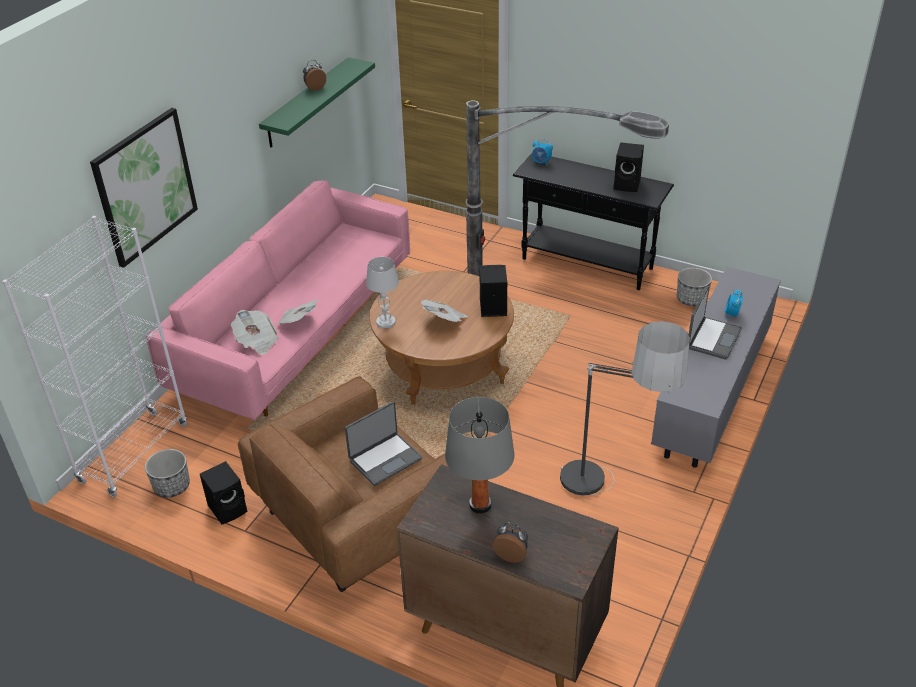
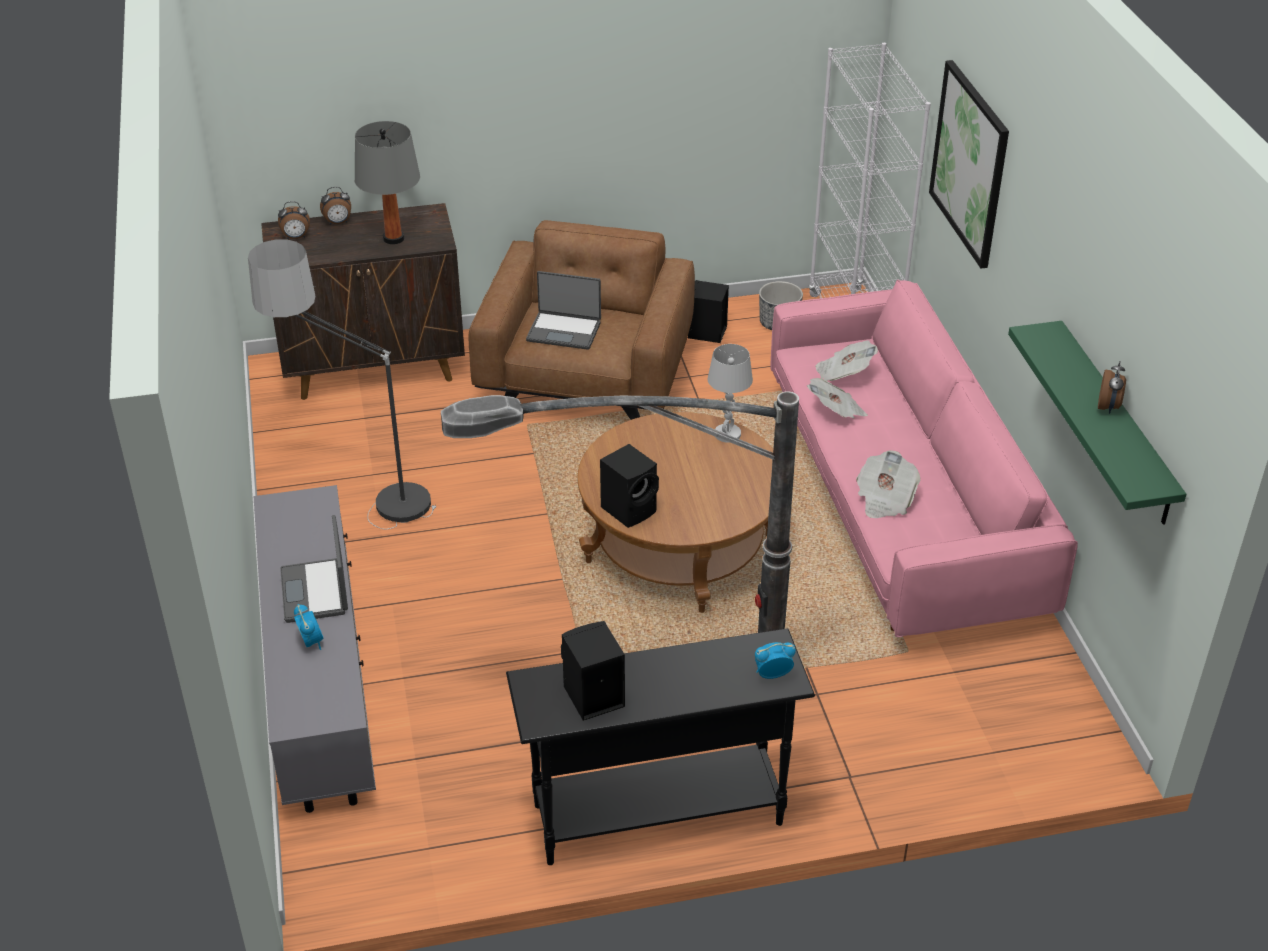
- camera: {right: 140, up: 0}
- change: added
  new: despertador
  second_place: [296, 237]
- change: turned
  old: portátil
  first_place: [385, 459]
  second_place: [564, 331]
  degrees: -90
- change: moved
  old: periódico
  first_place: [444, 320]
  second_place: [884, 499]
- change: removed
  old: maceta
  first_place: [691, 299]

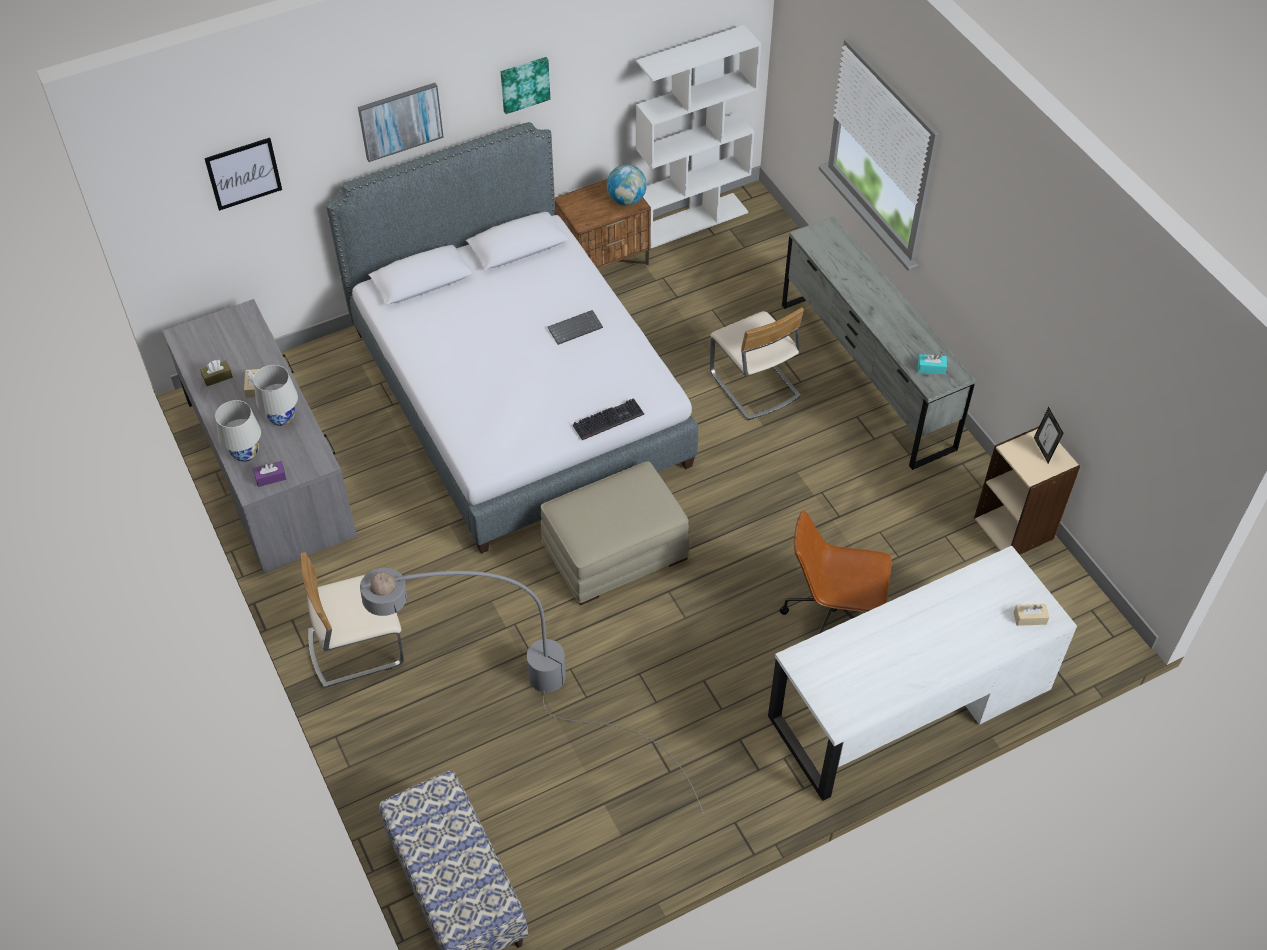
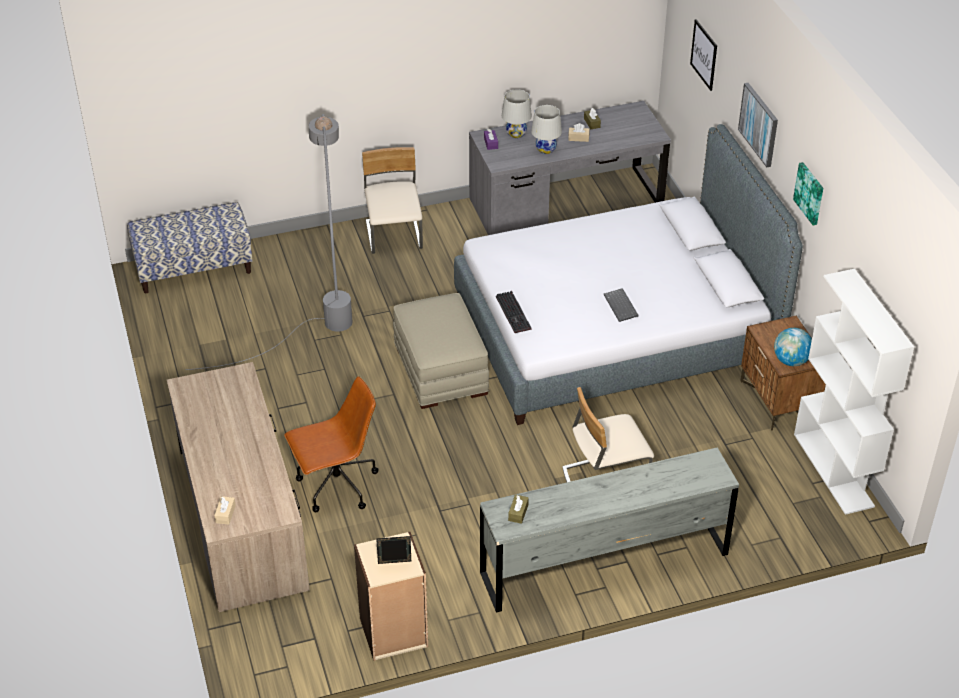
- camera: {right: 100, up: -10}
- change: recoloured
  old: escritorio (blanco)
  new: escritorio (marrón)
  first_place: [909, 703]
  second_place: [241, 517]
- change: turned
  old: silla de oficina (marrón)
  first_place: [832, 619]
  second_place: [336, 486]
  degrees: 45
- change: recoloured
  old: caja de pañuelos (turquesa)
  new: caja de pañuelos (marrón)
  first_place: [931, 368]
  second_place: [518, 512]

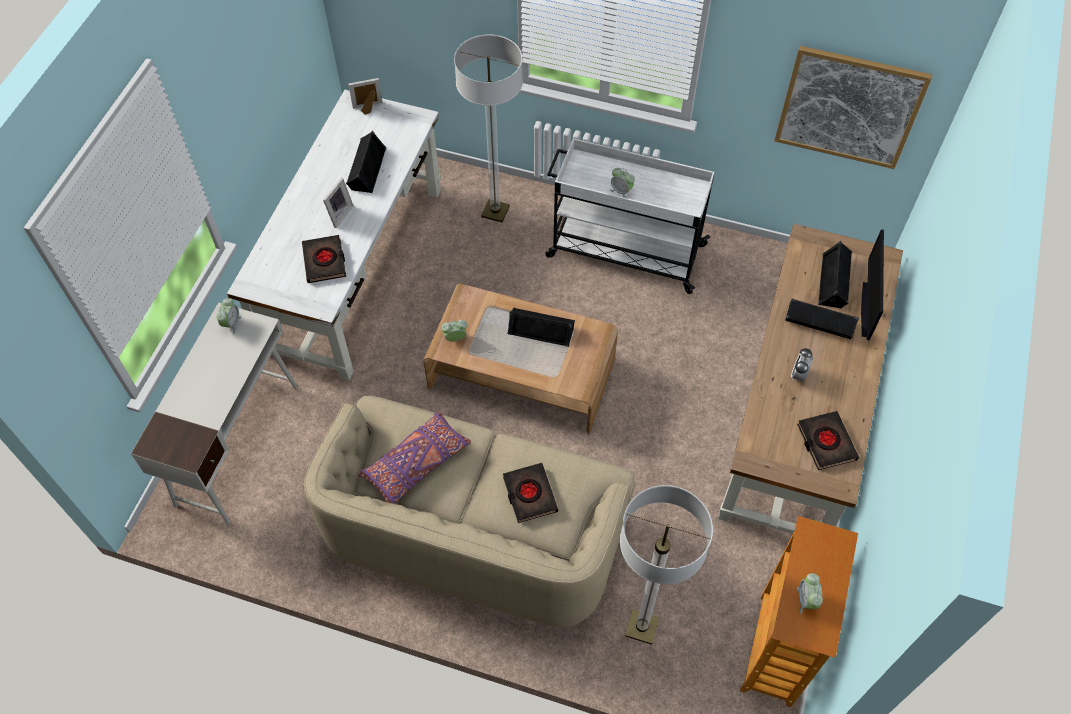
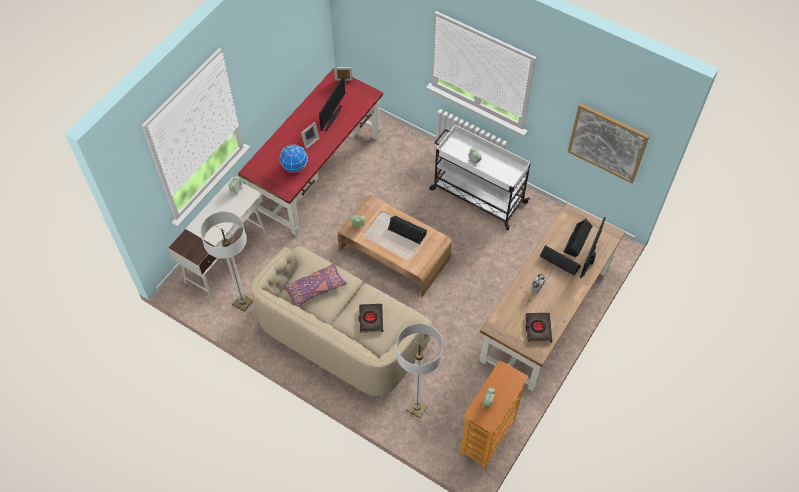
- camera: {right: 15, up: 0}
- change: moved
  old: lámpara de pie
  first_place: [495, 212]
  second_place: [242, 303]
- change: recoloured
  old: escritorio (blanco)
  new: escritorio (rojo)
  first_place: [354, 267]
  second_place: [317, 171]
- change: replaced
  old: libro (negro)
  new: globo terráqueo
  first_place: [325, 261]
  second_place: [295, 166]
- change: replaced
  old: altavoz (negro)
  new: monitor
  first_place: [366, 168]
  second_place: [332, 117]

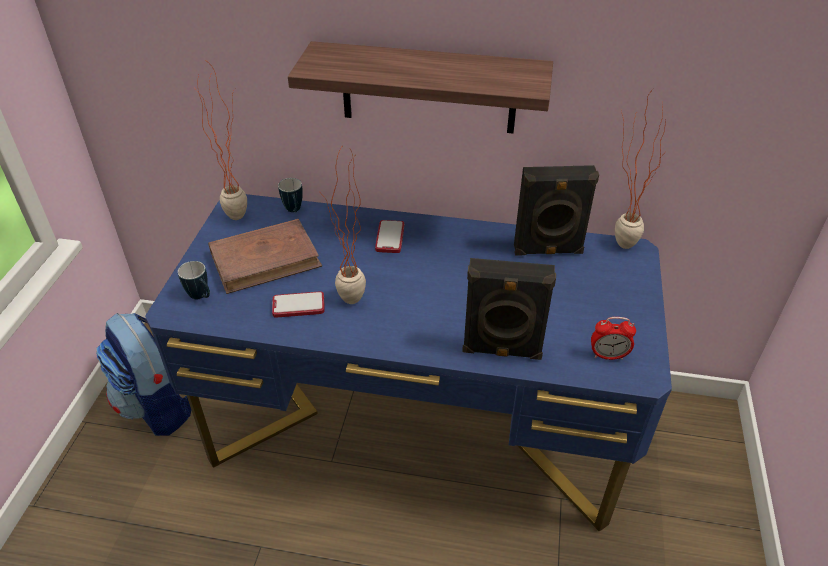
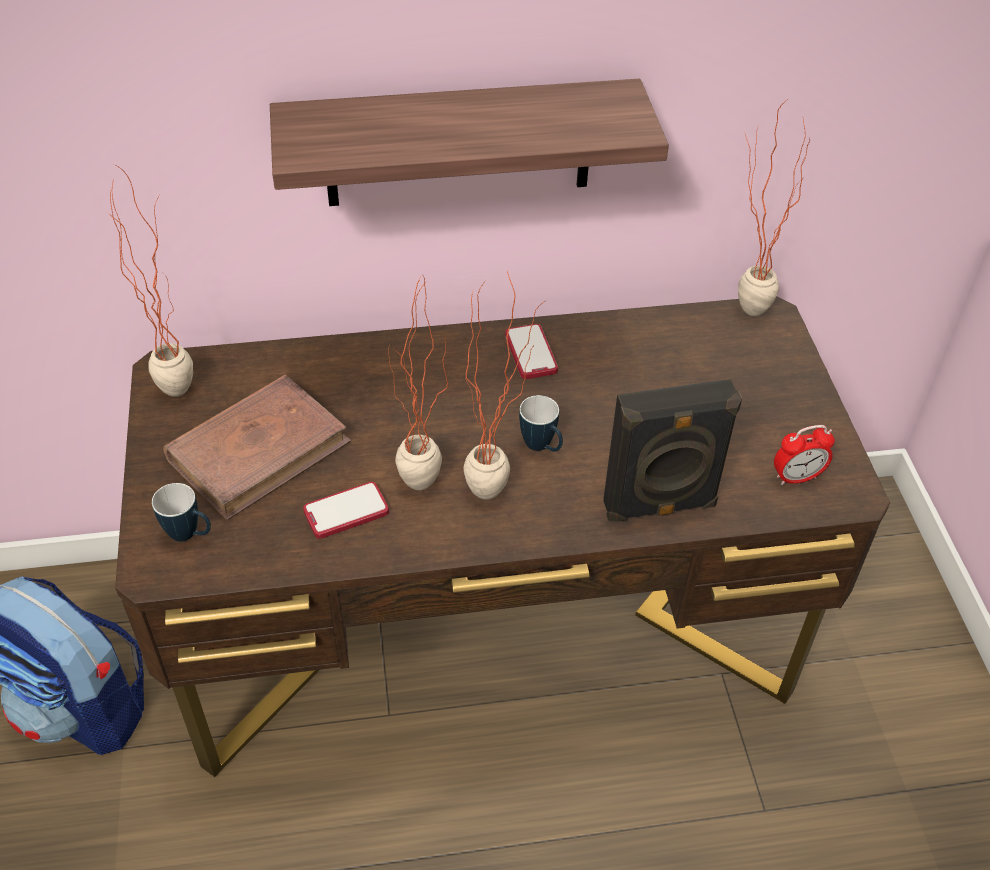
- camera: {right: -20, up: 5}
- change: recoloured
  old: escritorio (azul)
  new: escritorio (marrón)
  first_place: [414, 429]
  second_place: [489, 634]
- change: added
  new: planta en maceta
  second_place: [500, 493]
- change: moved
  old: móvil
  first_place: [390, 237]
  second_place: [531, 353]
- change: moved
  old: taza grande
  first_place: [294, 211]
  second_place: [542, 447]
- change: removed
  old: altavoz (negro)
  first_place: [548, 251]

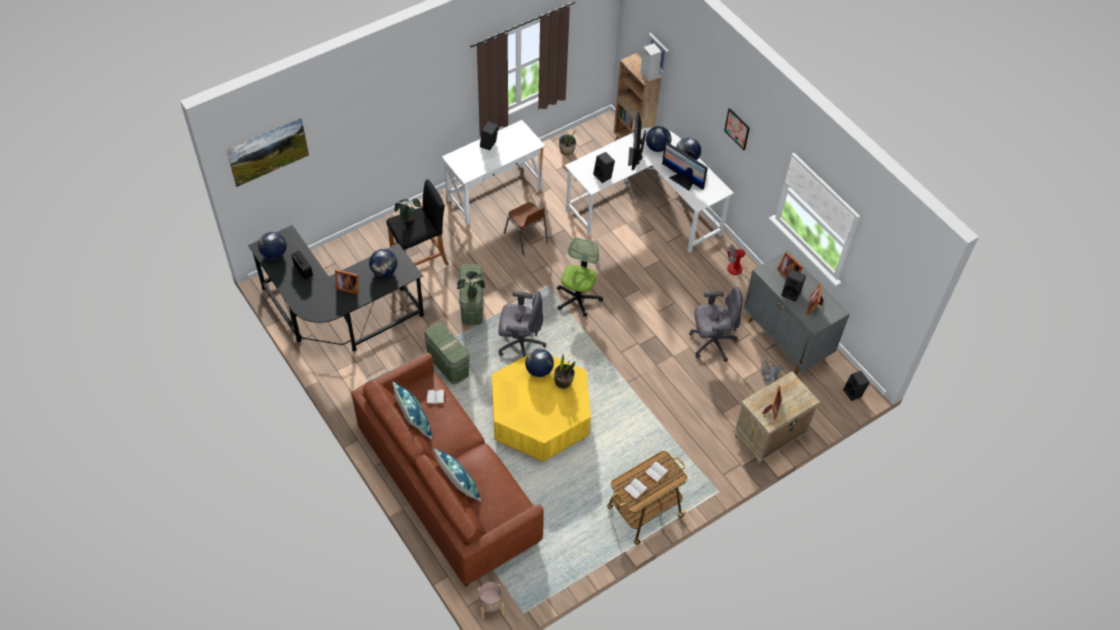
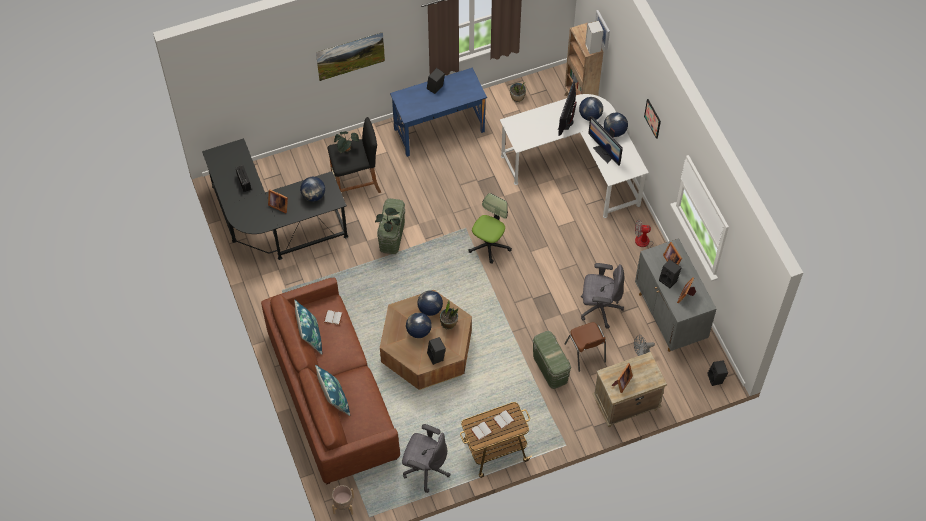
- camera: {right: 15, up: 5}
- change: moved
  old: cuadro
  first_place: [270, 162]
  second_place: [351, 64]
- change: recoloured
  old: mesa de centro (amarillo)
  new: mesa de centro (marrón)
  first_place: [539, 417]
  second_place: [426, 349]
- change: recoloured
  old: escritorio (blanco)
  new: escritorio (azul)
  first_place: [494, 194]
  second_place: [439, 130]
- change: moved
  old: silla de oficina (gris)
  first_place: [520, 344]
  second_place: [426, 469]
- change: moved
  old: globo terráqueo
  first_place: [274, 254]
  second_place: [418, 331]
- change: moved
  old: altavoz (negro)
  first_place: [603, 176]
  second_place: [437, 356]
- change: moved
  old: caja de almacenaje (verde)
  first_place: [448, 364]
  second_place: [550, 368]
- change: moved
  old: silla (marrón)
  first_place: [526, 238]
  second_place: [585, 354]

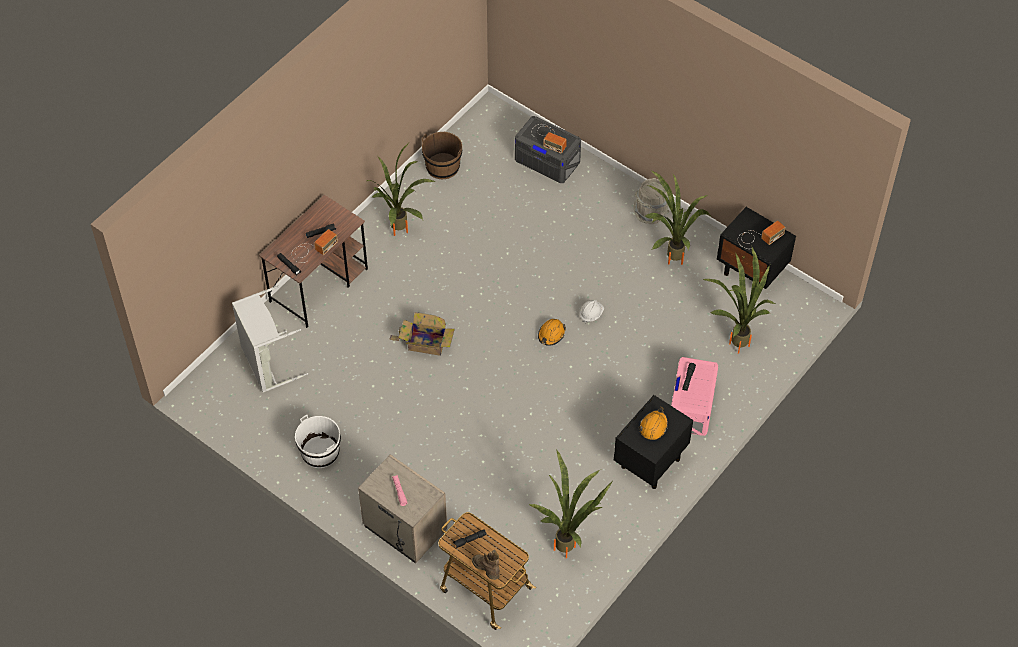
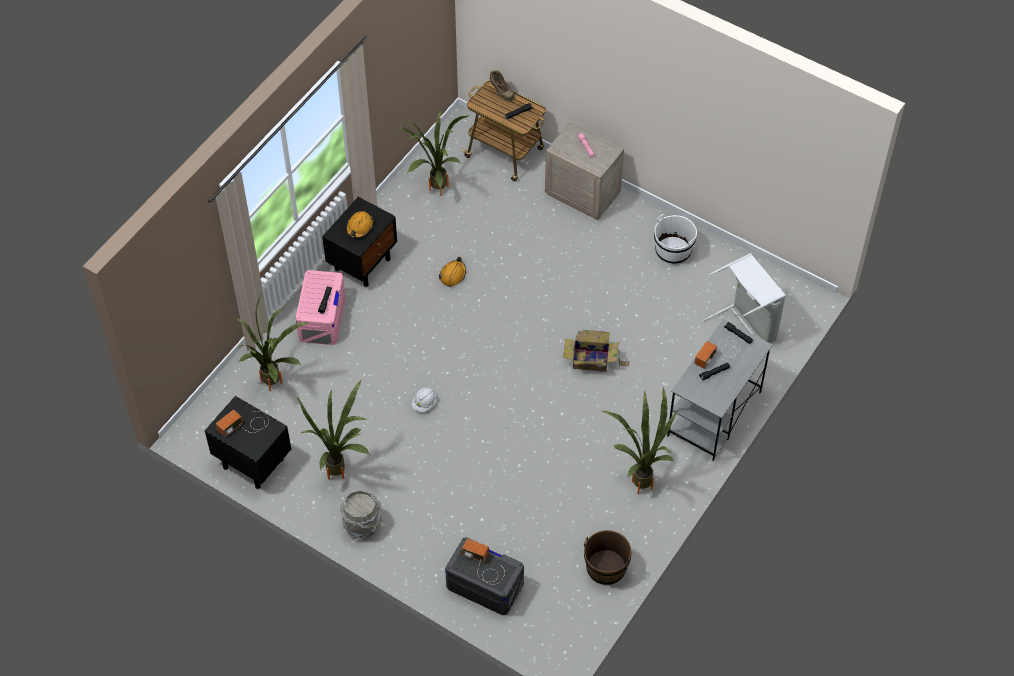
- camera: {right: 175, up: 0}
- change: moved
  old: casco (naranja)
  first_place: [551, 334]
  second_place: [453, 275]
- change: recoloured
  old: escritorio (marrón)
  new: escritorio (gris)
  first_place: [319, 284]
  second_place: [714, 414]

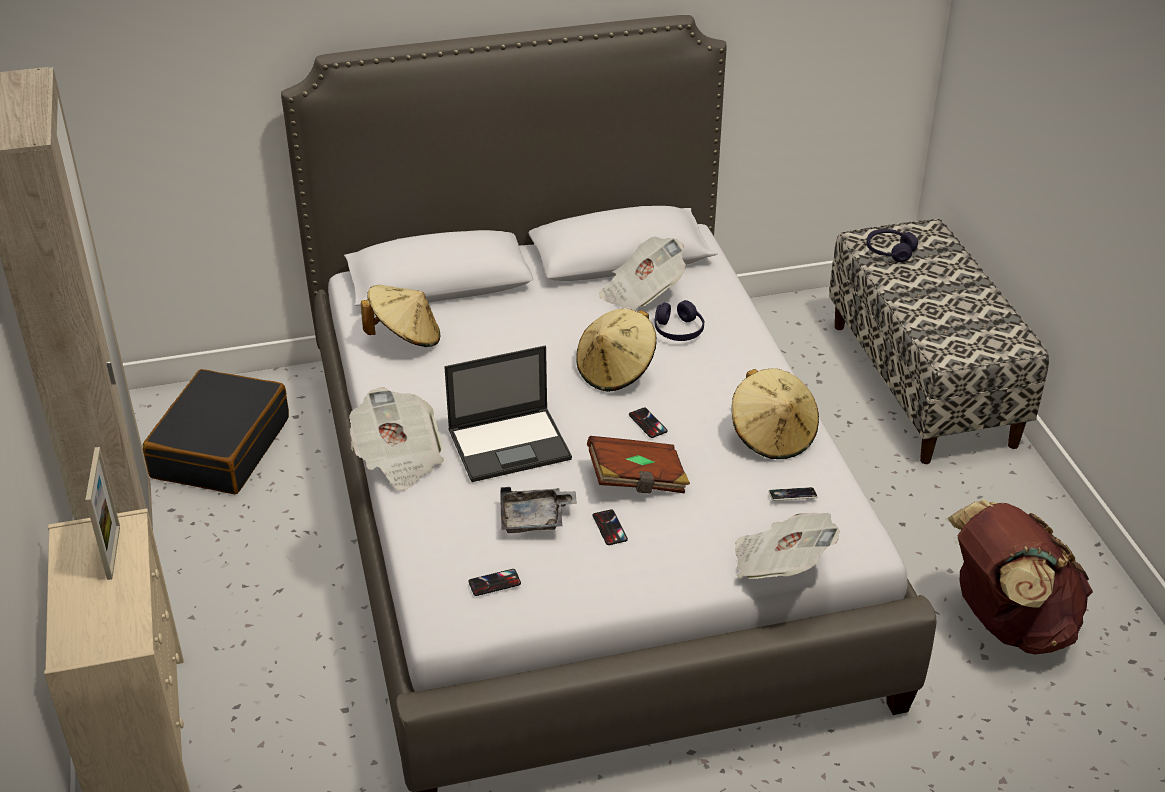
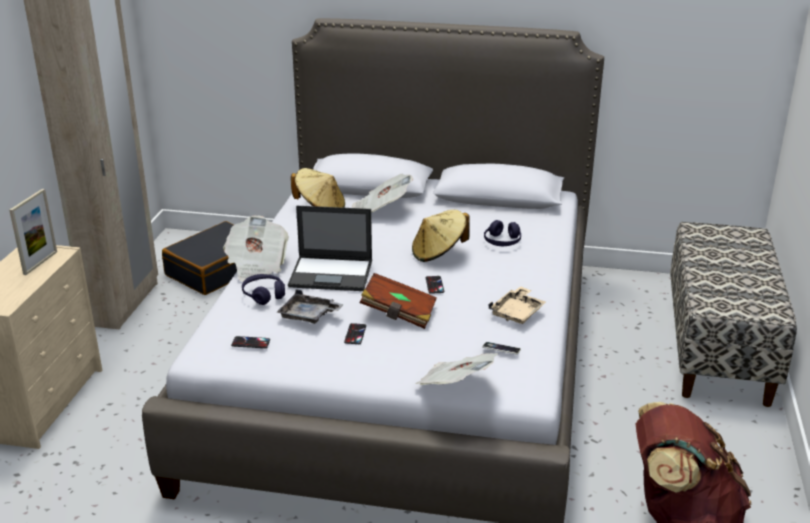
- camera: {right: 25, up: -10}
- change: moved
  old: auriculares (morado)
  first_place: [890, 251]
  second_place: [264, 295]
- change: moved
  old: periódico
  first_place: [641, 292]
  second_place: [381, 209]
- change: replaced
  old: sombrero (beis)
  new: bandeja (beis)
  first_place: [772, 436]
  second_place: [517, 313]

